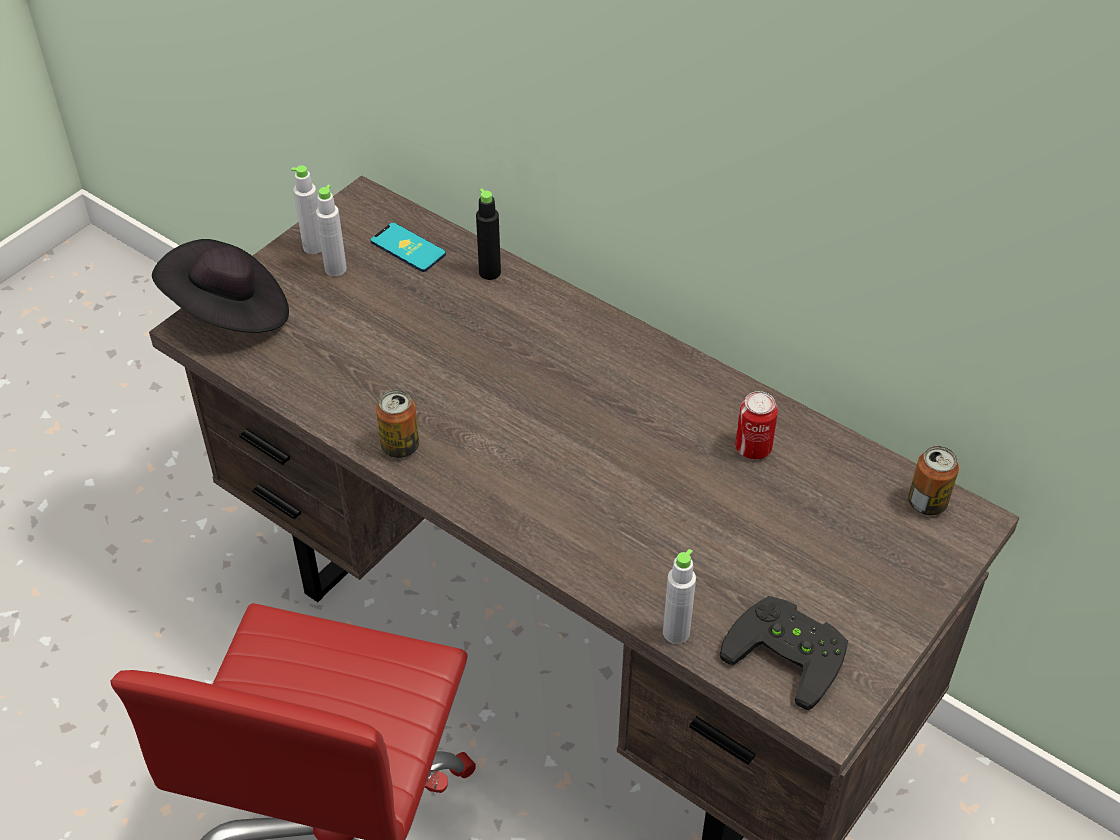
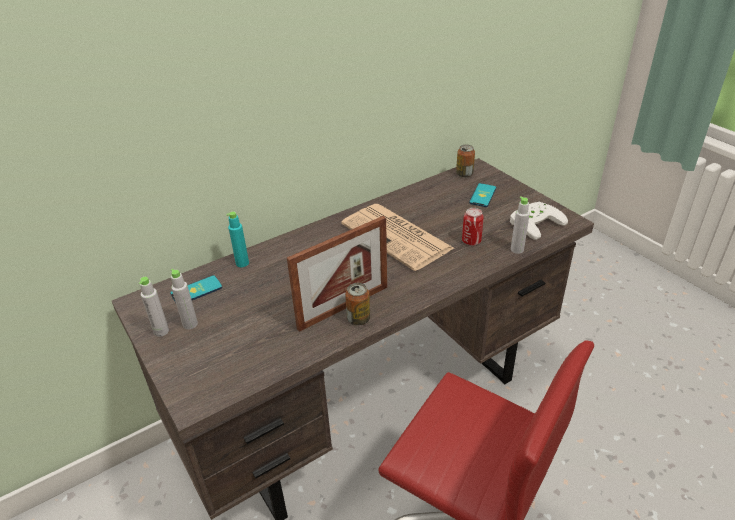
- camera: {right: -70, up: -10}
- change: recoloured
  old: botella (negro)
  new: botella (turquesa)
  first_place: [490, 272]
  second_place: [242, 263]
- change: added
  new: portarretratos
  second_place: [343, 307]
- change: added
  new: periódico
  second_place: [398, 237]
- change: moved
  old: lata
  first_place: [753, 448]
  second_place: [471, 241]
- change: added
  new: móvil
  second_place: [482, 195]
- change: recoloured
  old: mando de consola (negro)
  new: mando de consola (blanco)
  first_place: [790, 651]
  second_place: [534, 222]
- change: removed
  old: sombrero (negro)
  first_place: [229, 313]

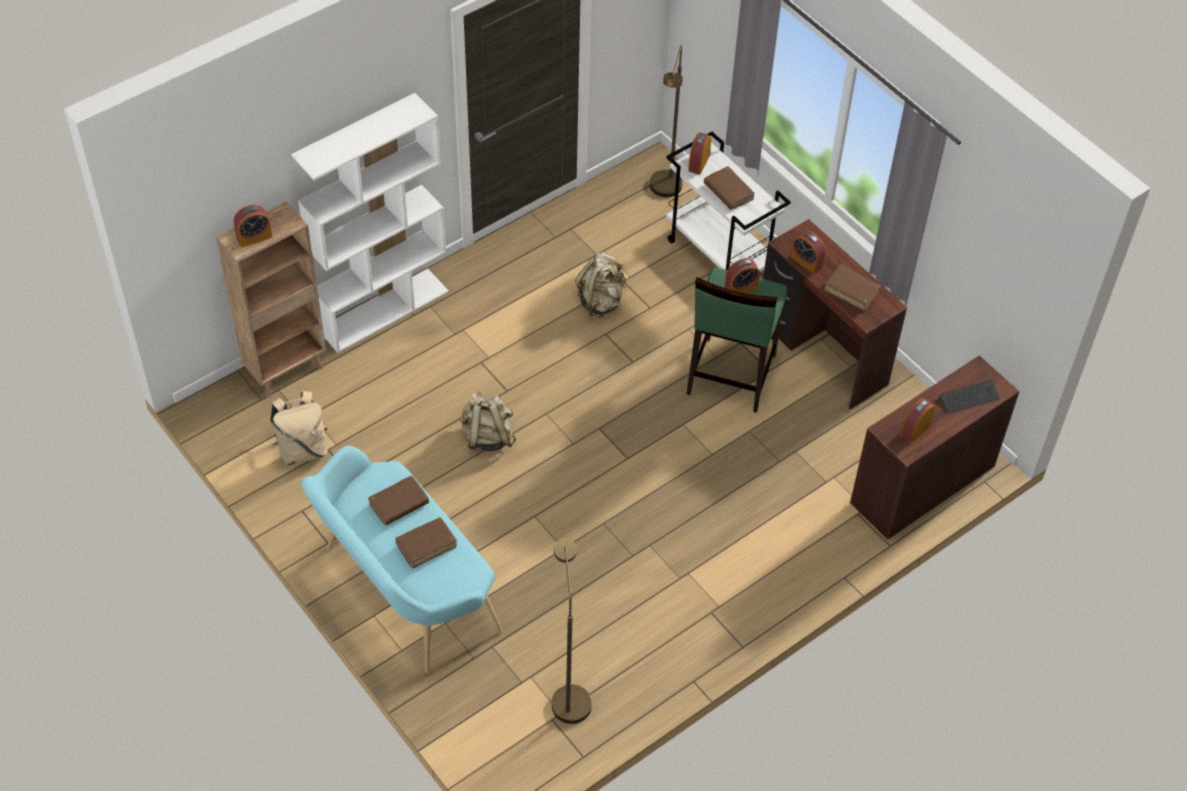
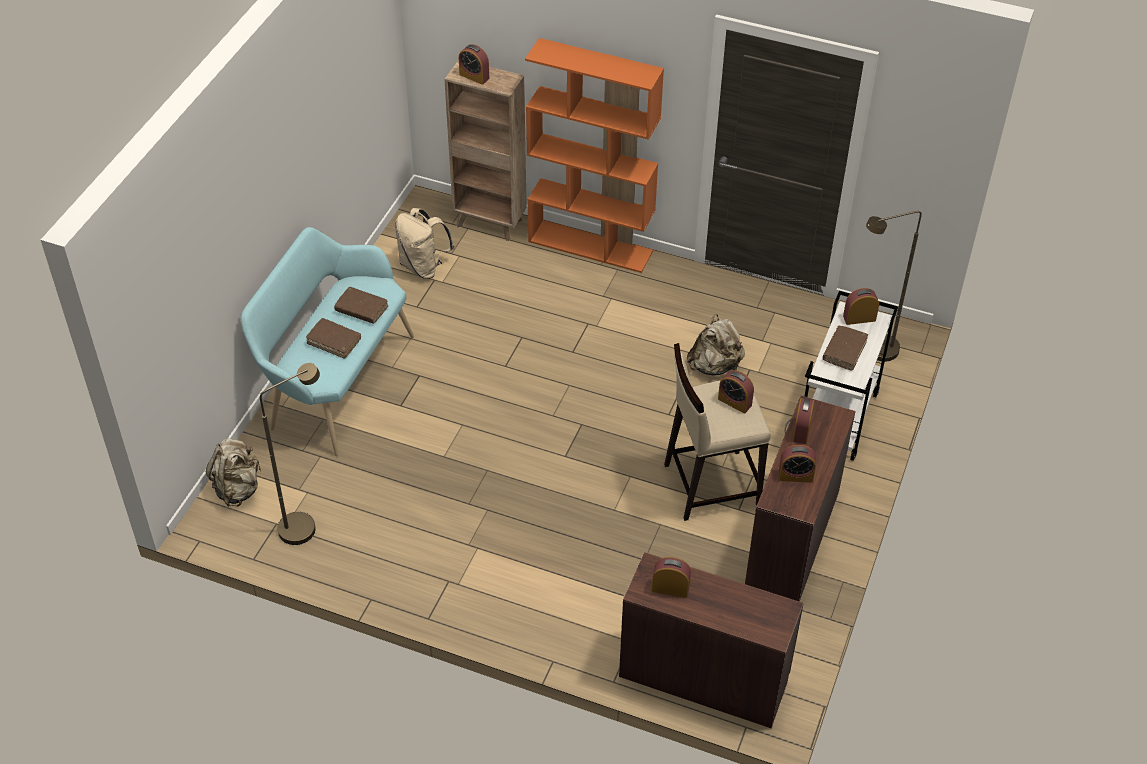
- camera: {right: 60, up: -5}
- change: moved
  old: mochila (beis)
  first_place: [488, 436]
  second_place: [238, 488]
- change: recoloured
  old: estantería (blanco)
  new: estantería (naranja)
  first_place: [383, 310]
  second_place: [591, 246]
- change: recoloured
  old: taburete (verde)
  new: taburete (beis)
  first_place: [730, 375]
  second_place: [710, 484]
- change: replaced
  old: libro (marrón)
  new: despertador
  first_place: [851, 291]
  second_place: [795, 476]
- change: removed
  old: teclado
  first_place: [969, 398]

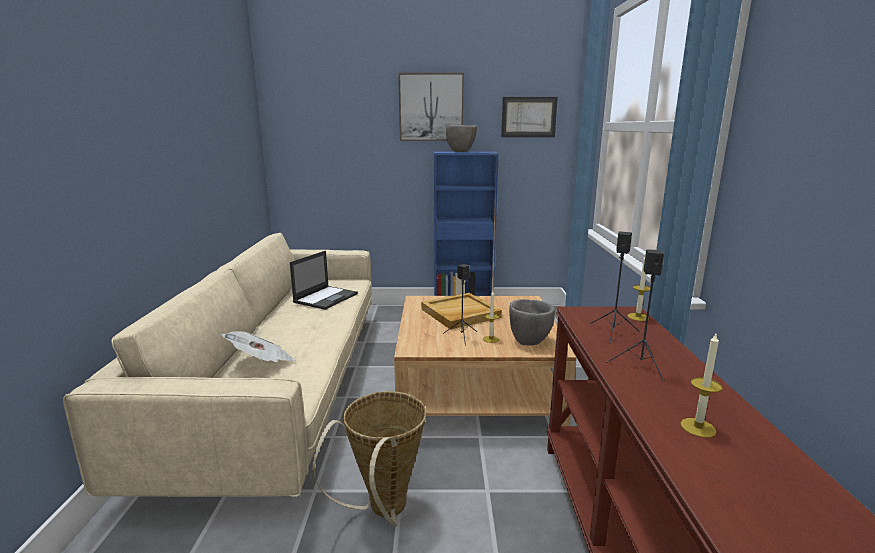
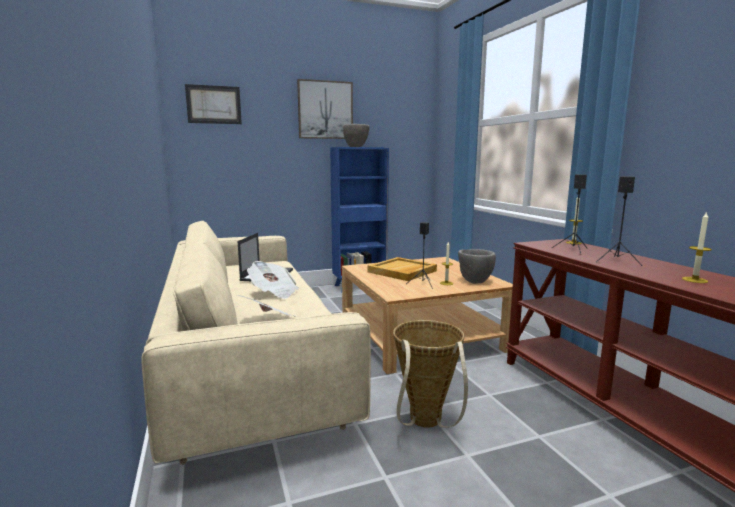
- camera: {right: -20, up: -5}
- change: moved
  old: cuadro
  first_place: [528, 117]
  second_place: [214, 104]
- change: added
  new: periódico
  second_place: [274, 292]

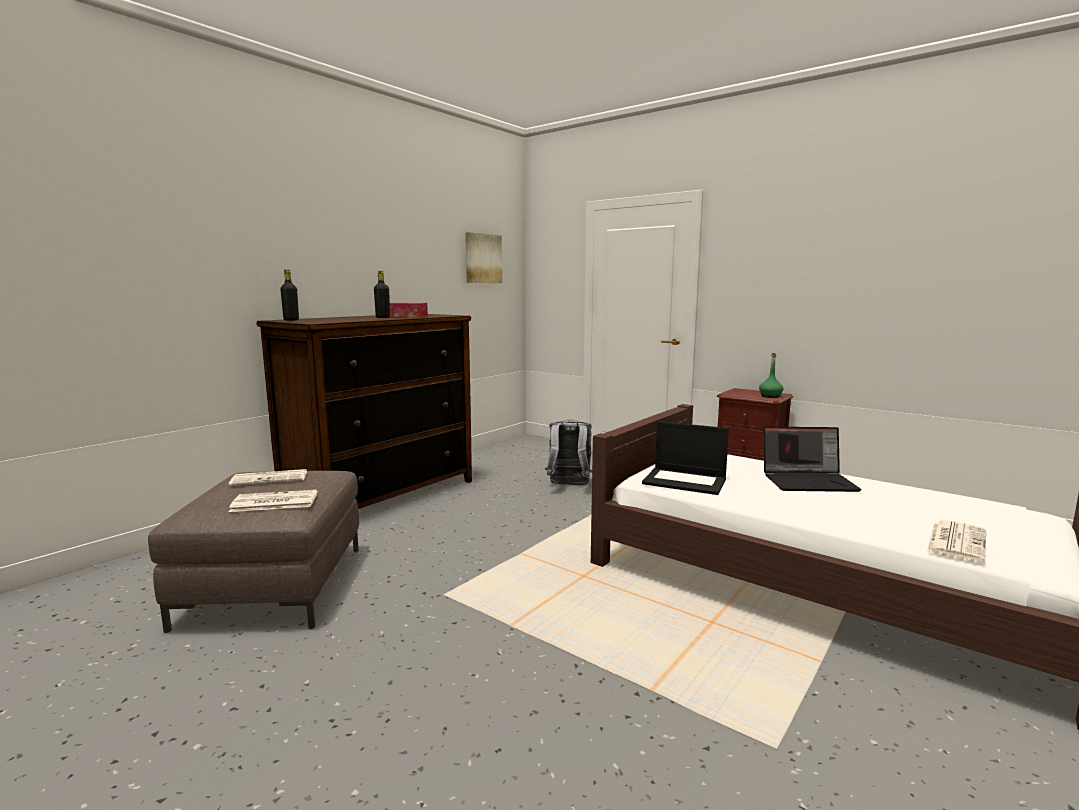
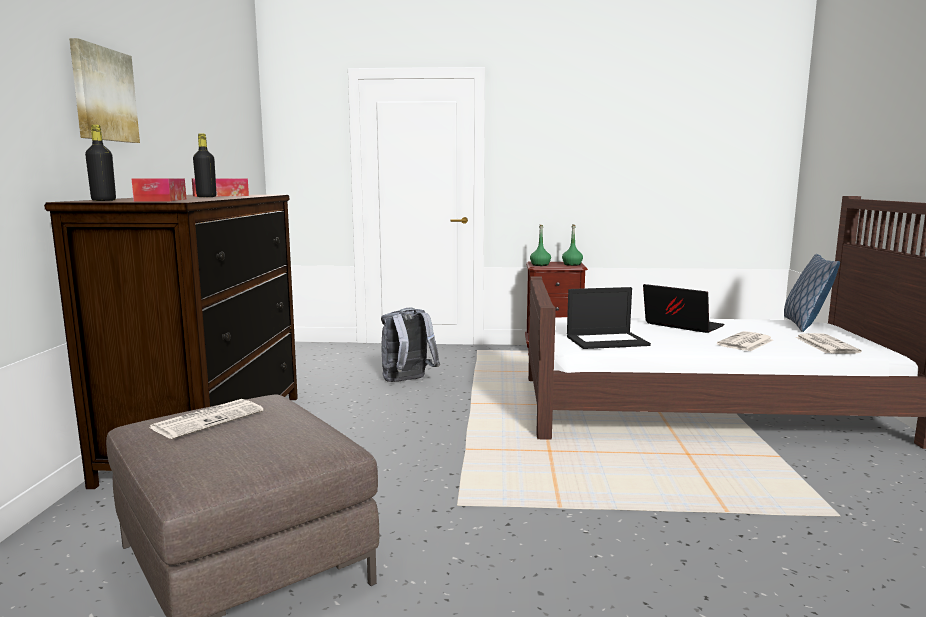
- camera: {right: -35, up: 0}
- change: moved
  old: cuadro
  first_place: [482, 258]
  second_place: [103, 94]
- change: added
  new: caja de pañuelos
  second_place: [161, 200]
- change: added
  new: botella (verde)
  second_place: [540, 265]
- change: turned
  old: portátil
  first_place: [809, 481]
  second_place: [680, 326]
  degrees: -105
- change: moved
  old: periódico
  first_place: [273, 502]
  second_place: [745, 343]
- change: added
  new: cojín
  second_place: [804, 325]

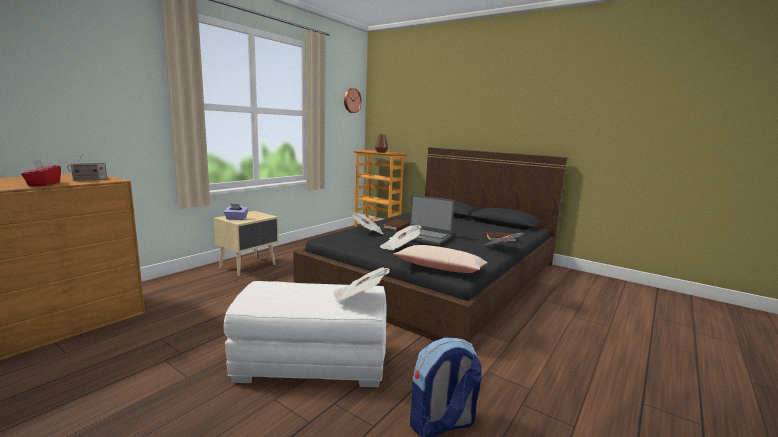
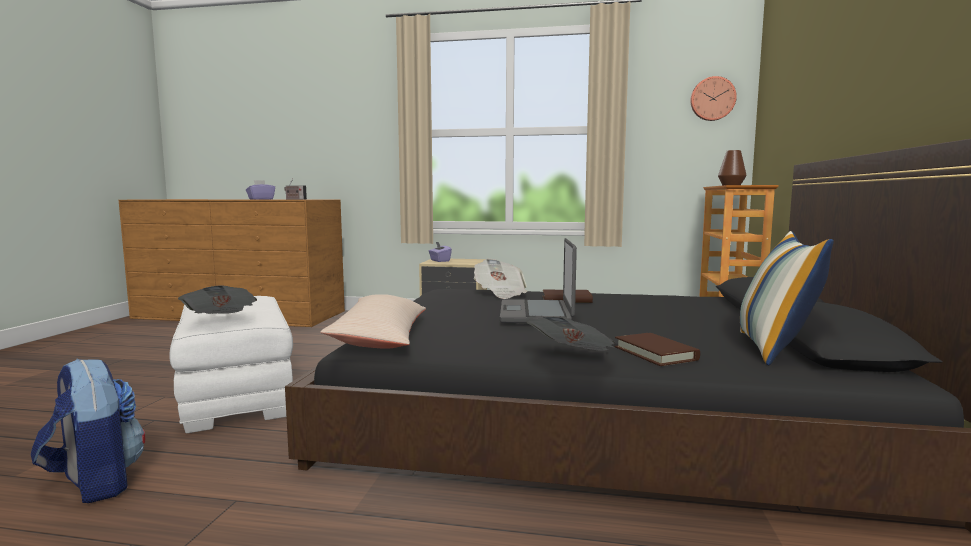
- camera: {right: 65, up: -5}
- change: recoloured
  old: caja de pañuelos (rojo)
  new: caja de pañuelos (morado)
  first_place: [43, 184]
  second_place: [261, 199]
- change: added
  new: cojín
  second_place: [775, 349]
- change: removed
  old: periódico
  first_place: [400, 248]

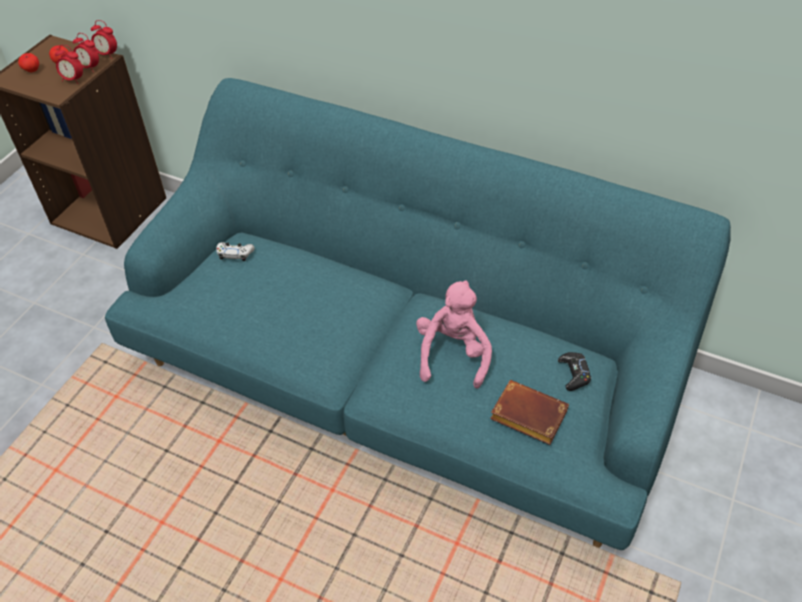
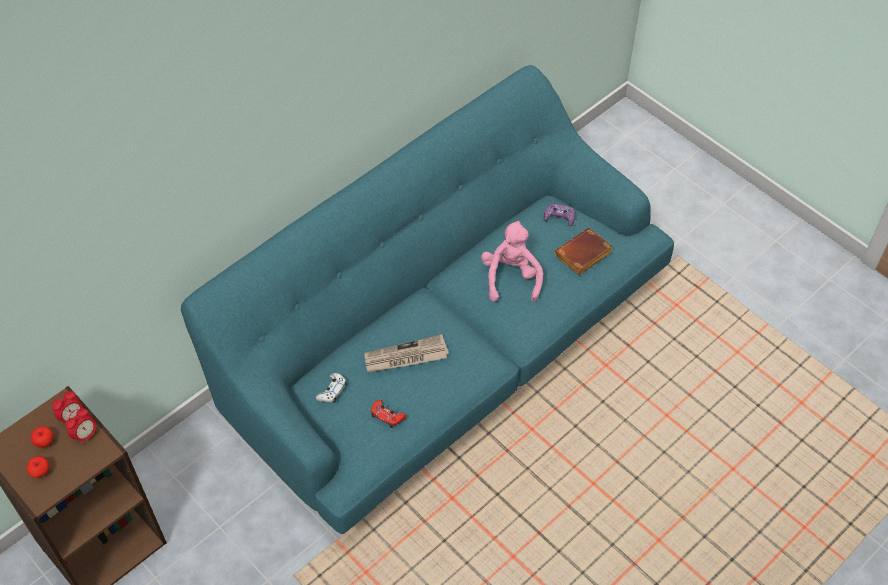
- camera: {right: -70, up: 5}
- change: added
  new: periódico
  second_place: [406, 357]
- change: added
  new: mando de consola (rojo)
  second_place: [387, 416]
- change: turned
  old: peluche (rosa)
  first_place: [453, 354]
  second_place: [511, 277]
  degrees: 60
- change: recoloured
  old: mando de consola (negro)
  new: mando de consola (morado)
  first_place: [573, 374]
  second_place: [559, 217]
- change: removed
  old: despertador
  first_place: [107, 54]

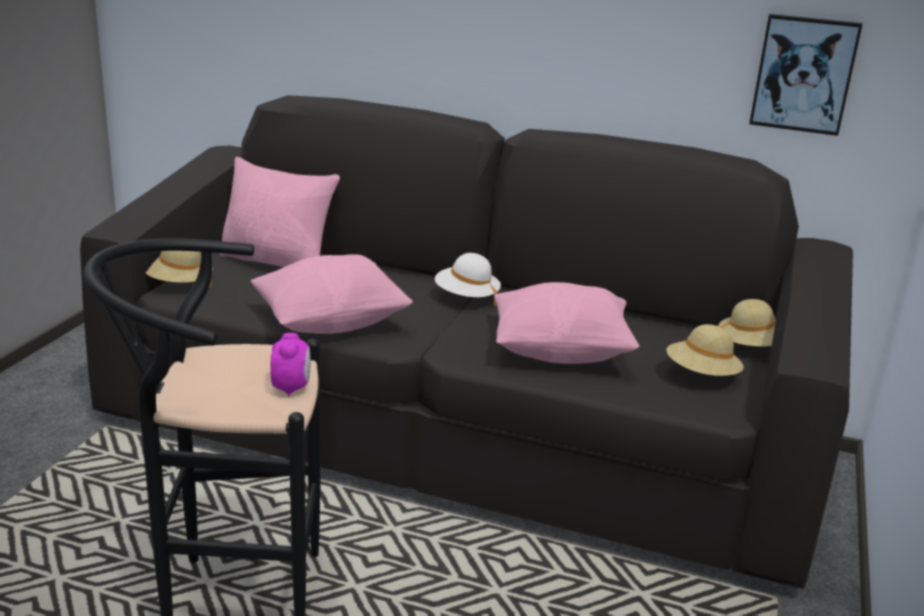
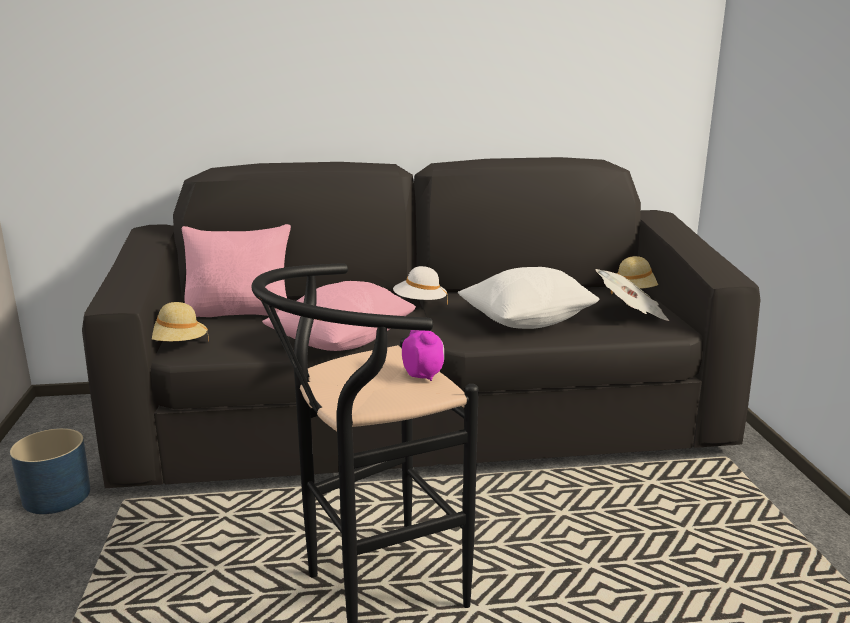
- camera: {right: -25, up: -5}
- change: added
  new: maceta (azul)
  second_place: [56, 496]
- change: recoloured
  old: cojín (rosa)
  new: cojín (blanco)
  first_place: [561, 352]
  second_place: [527, 322]
- change: replaced
  old: sombrero (beis)
  new: periódico
  first_place: [701, 375]
  second_place: [631, 313]
- change: removed
  old: cuadro
  first_place: [804, 74]

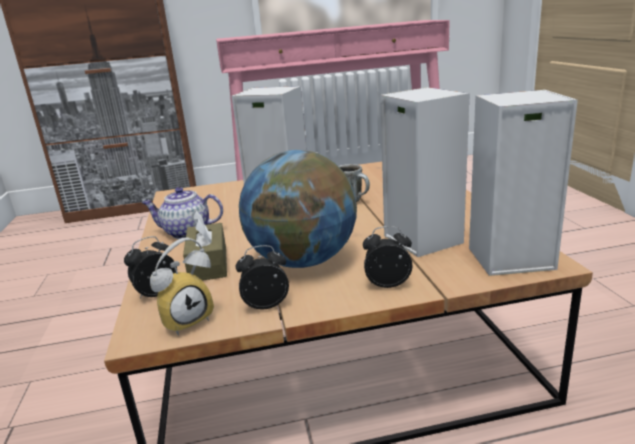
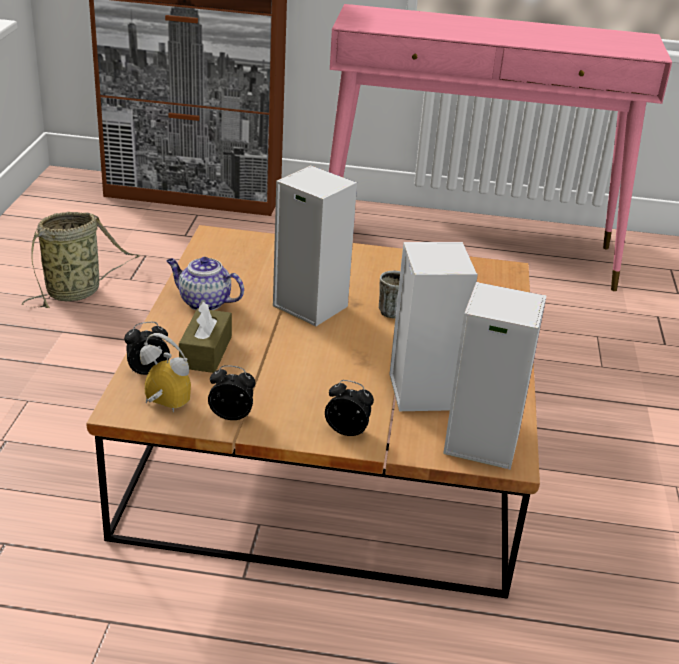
- camera: {right: 15, up: 10}
- change: added
  new: cesta
  second_place: [77, 291]
- change: turned
  old: despertador
  first_place: [187, 319]
  second_place: [162, 407]
  degrees: -135
- change: removed
  old: globo terráqueo
  first_place: [303, 261]

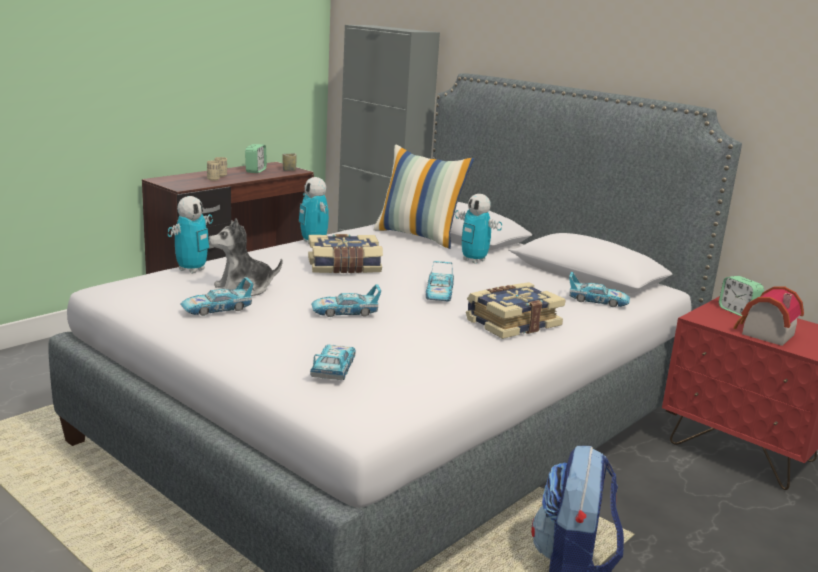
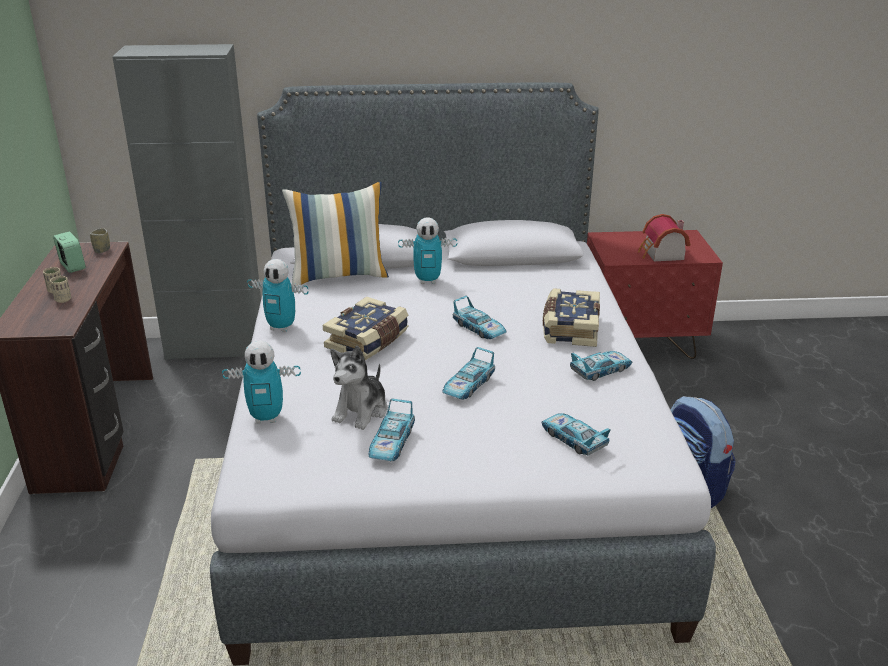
- camera: {right: -45, up: 10}
- change: turned
  old: robot de juguete
  first_place: [192, 270]
  second_place: [266, 418]
  degrees: 105
- change: moved
  old: coche de juguete
  first_place: [597, 301]
  second_place: [600, 370]
- change: removed
  old: despertador
  first_place: [737, 312]

